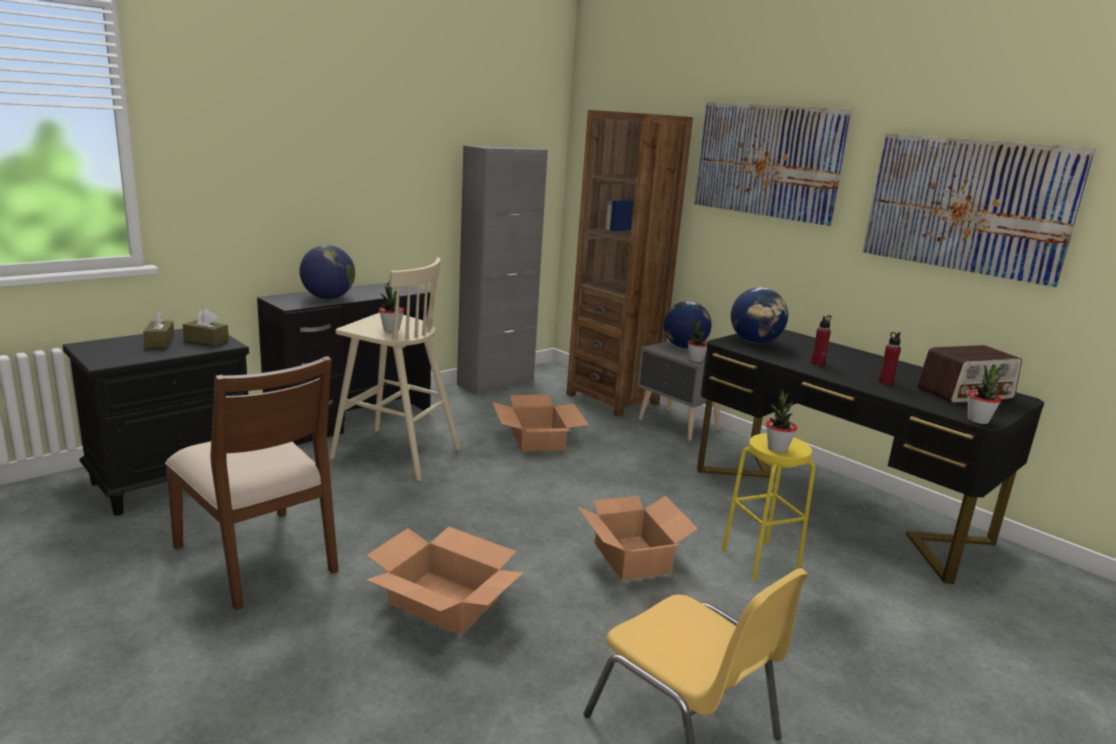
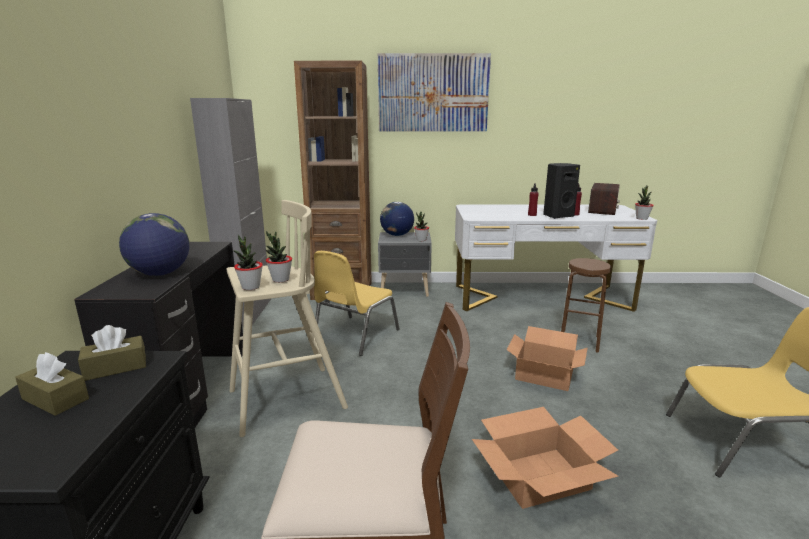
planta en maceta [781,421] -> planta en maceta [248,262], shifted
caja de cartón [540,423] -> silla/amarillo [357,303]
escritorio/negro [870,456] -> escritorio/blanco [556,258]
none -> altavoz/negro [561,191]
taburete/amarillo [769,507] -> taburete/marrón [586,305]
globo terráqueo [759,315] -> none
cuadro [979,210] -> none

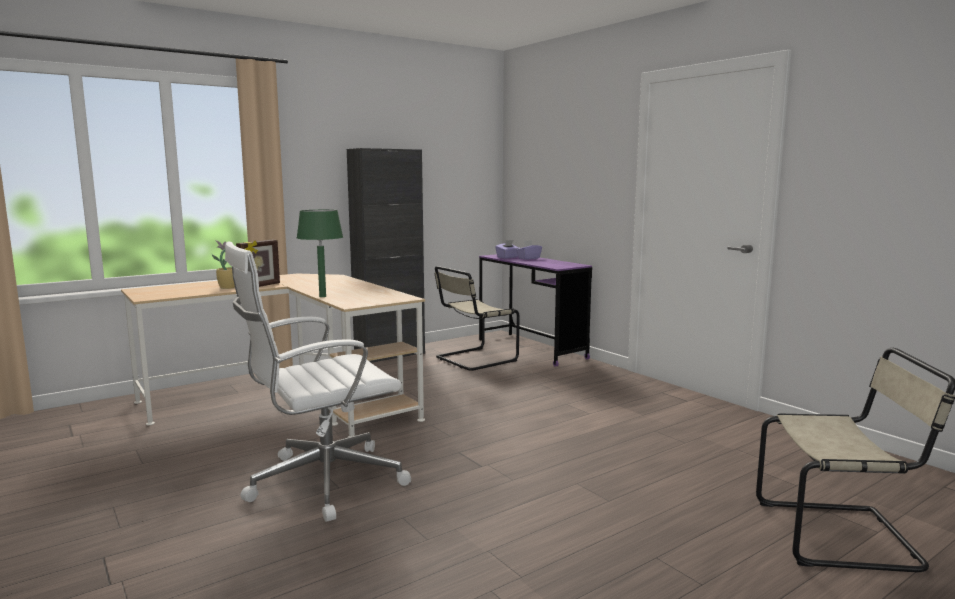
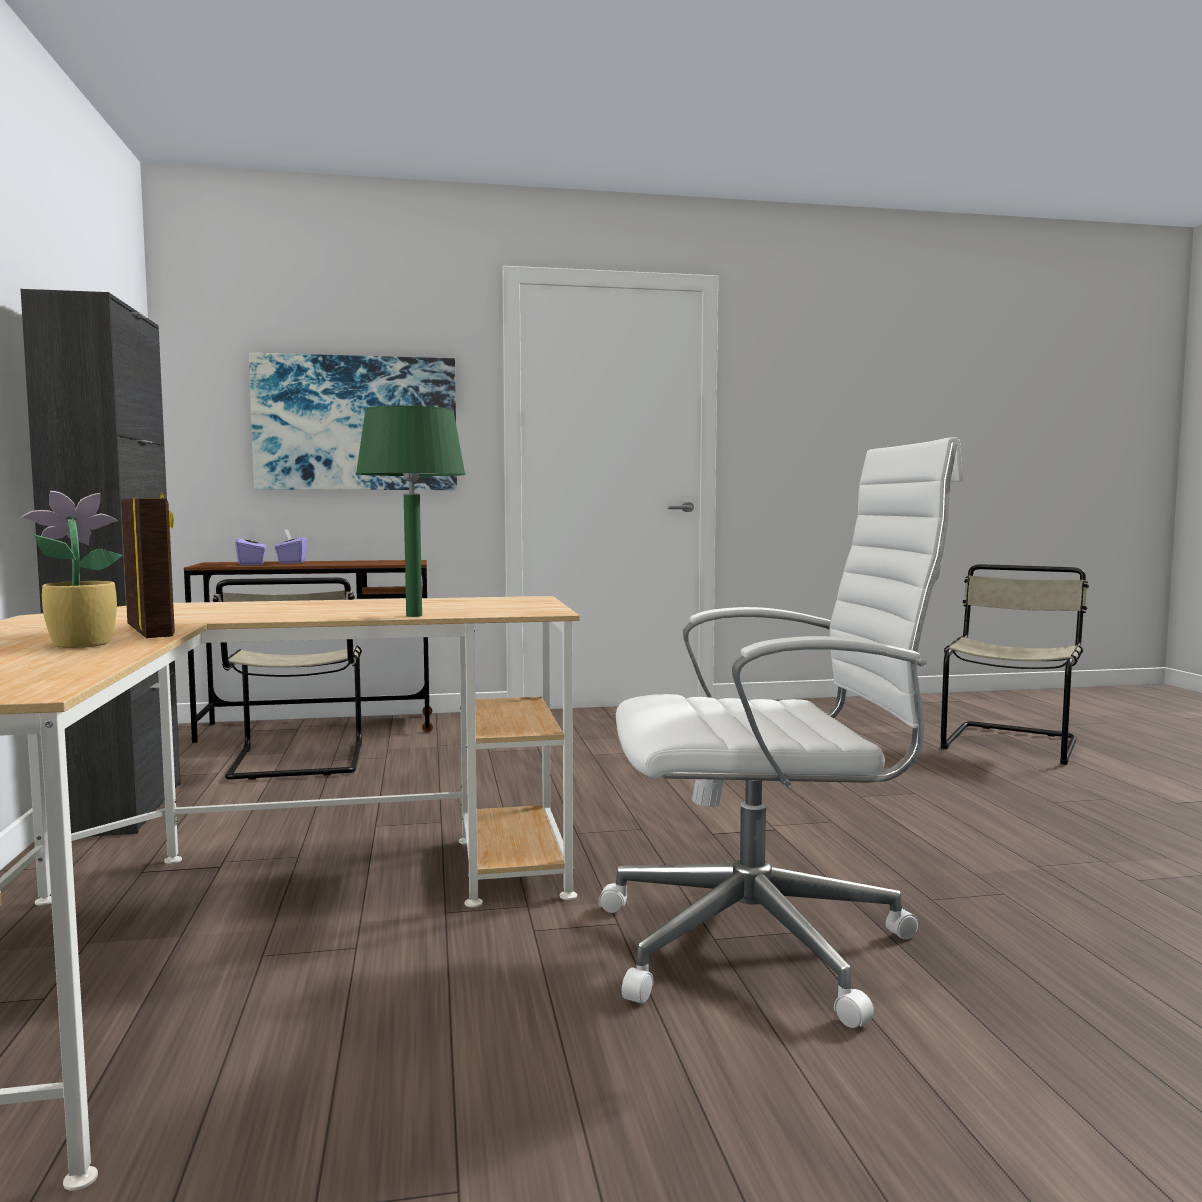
escritorio/morado [535,310] -> escritorio/marrón [308,651]
none -> cuadro [353,421]
silla de oficina/blanco [318,382] -> silla de oficina/blanco [781,732], 90 degrees counterclockwise

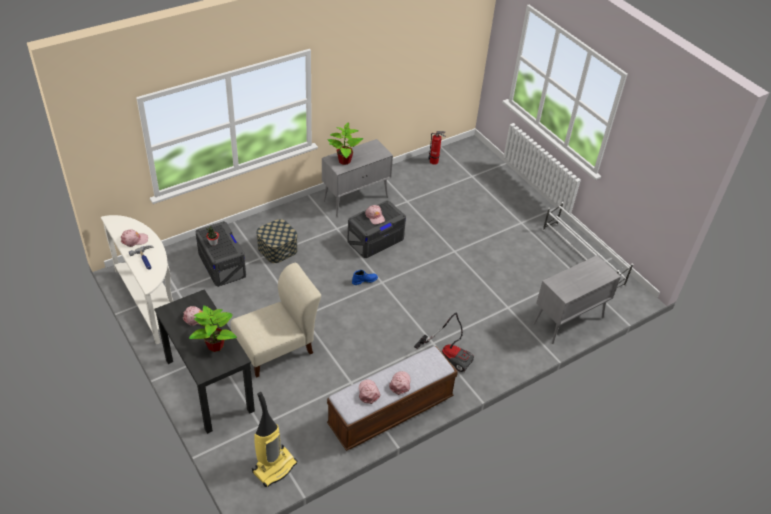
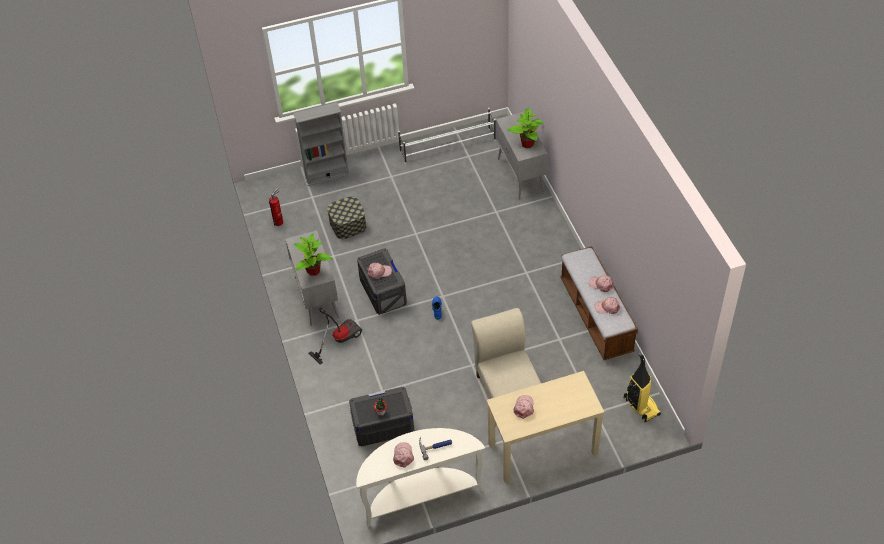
none -> estantería/gris [321,144]
aspiradora [444,342] -> aspiradora [335,336], shifted
caja de almacenaje [277,241] -> caja de almacenaje [346,217], shifted
escritorio/negro [204,361] -> escritorio/beis [545,427]
planta en maceta [213,328] -> planta en maceta [525,128], shifted

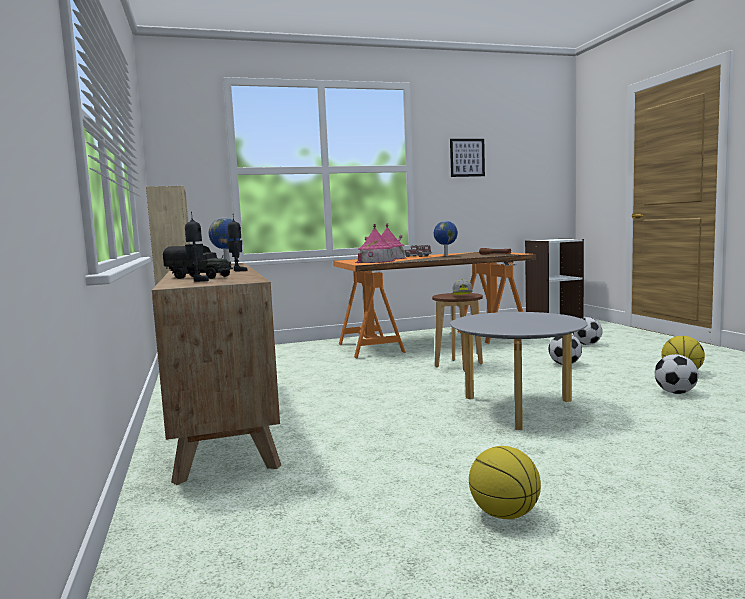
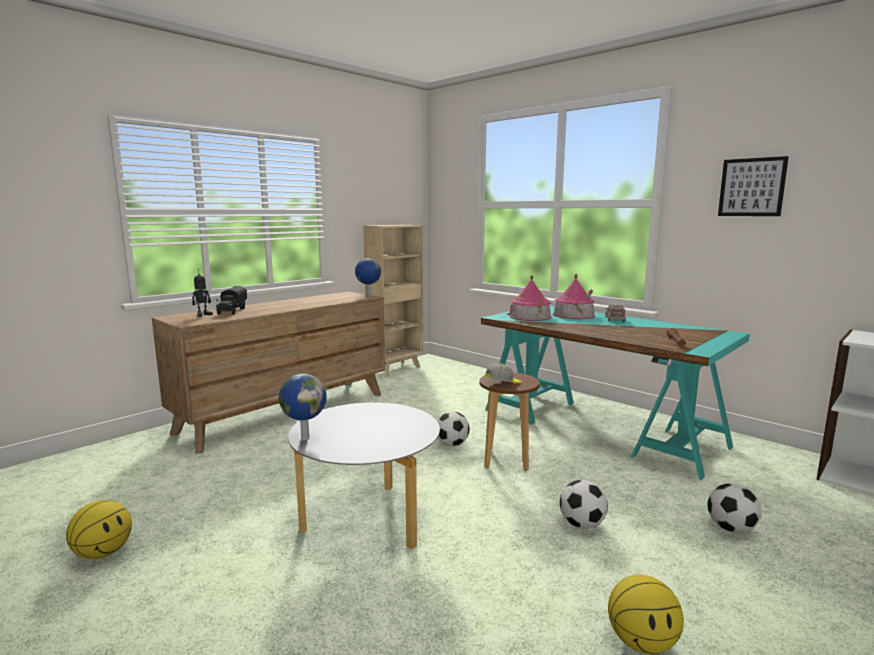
globo terráqueo [446,238] -> globo terráqueo [303,407], shifted
balón de fútbol [676,374] -> balón de fútbol [453,428], shifted
escritorio/naranja [434,305] -> escritorio/turquesa [615,393]
robot de juguete [237,244] -> none

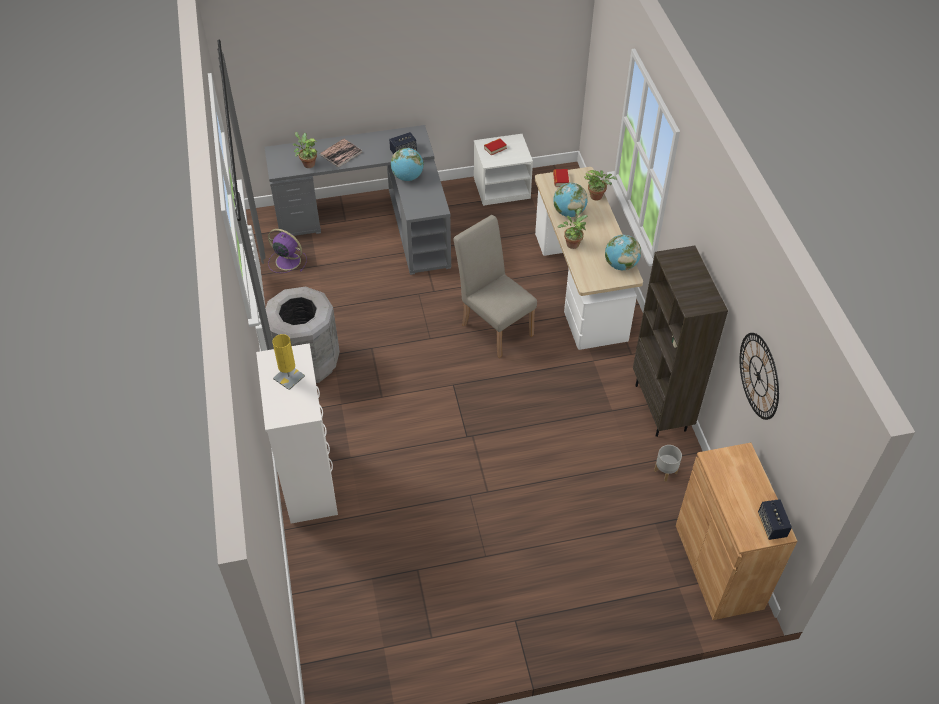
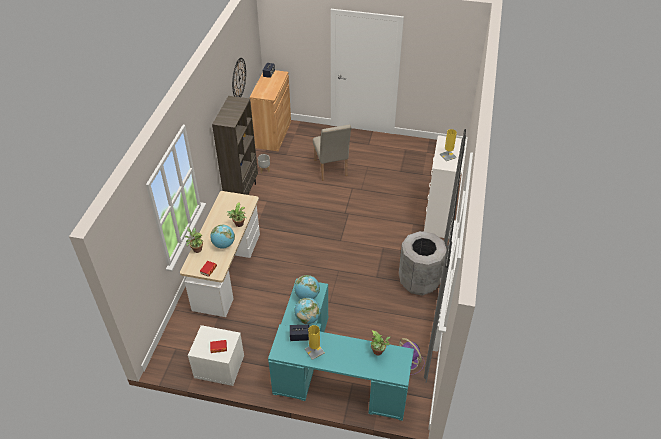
escritorio/gris [357,200] -> escritorio/turquesa [341,349]
globo terráqueo [623,252] -> globo terráqueo [307,287], shifted
none -> lámpara de mesa/amarillo [315,342]
silla/beis [495,286] -> silla/beis [332,152], shifted
libro [341,153] -> none

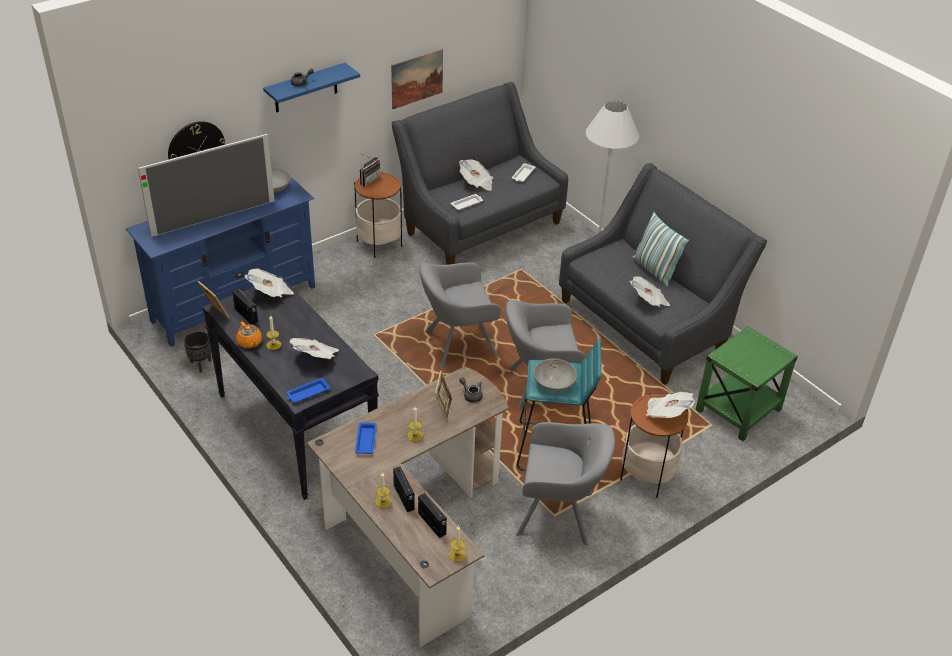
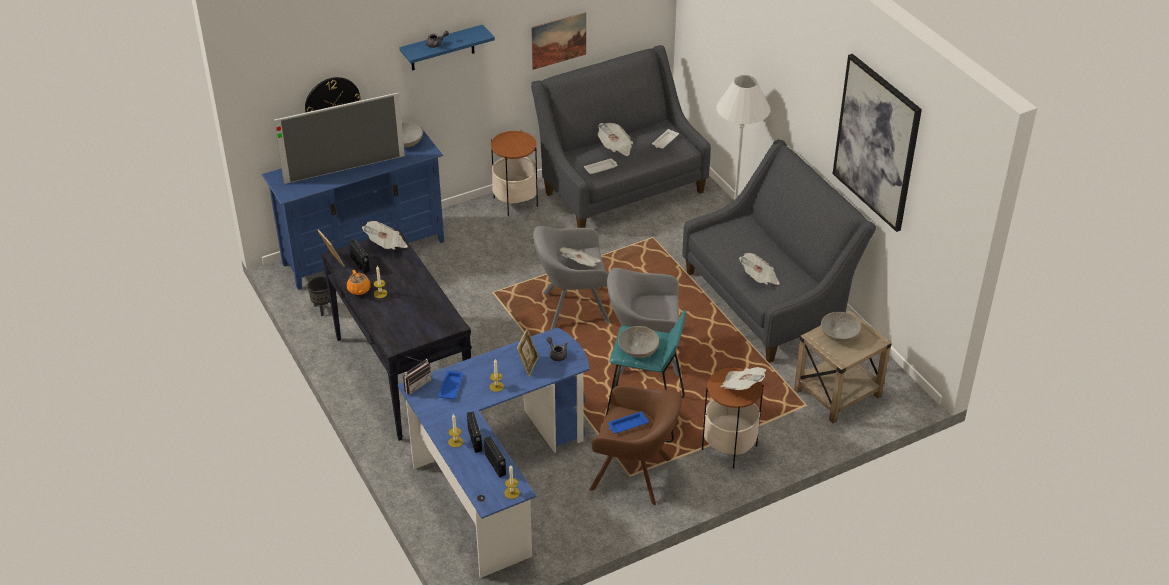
escritorio/marrón [408,507] -> escritorio/azul [493,453]
radio [370,170] -> radio [417,375], shifted
periódico [314,348] -> periódico [580,257], shifted
sillón/gris [565,483] -> sillón/marrón [636,445]
bandeja/azul [308,390] -> bandeja/azul [628,422], shifted
mesa auxiliar/verde [747,383] -> mesa auxiliar/beis [843,366]
none -> cuenco/gris [841,327]
none -> cuadro [877,143]
cojín [660,249] -> none

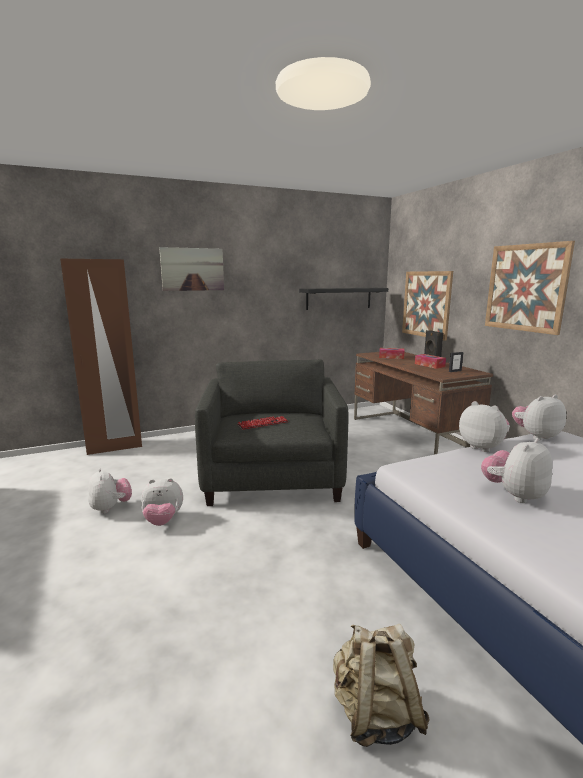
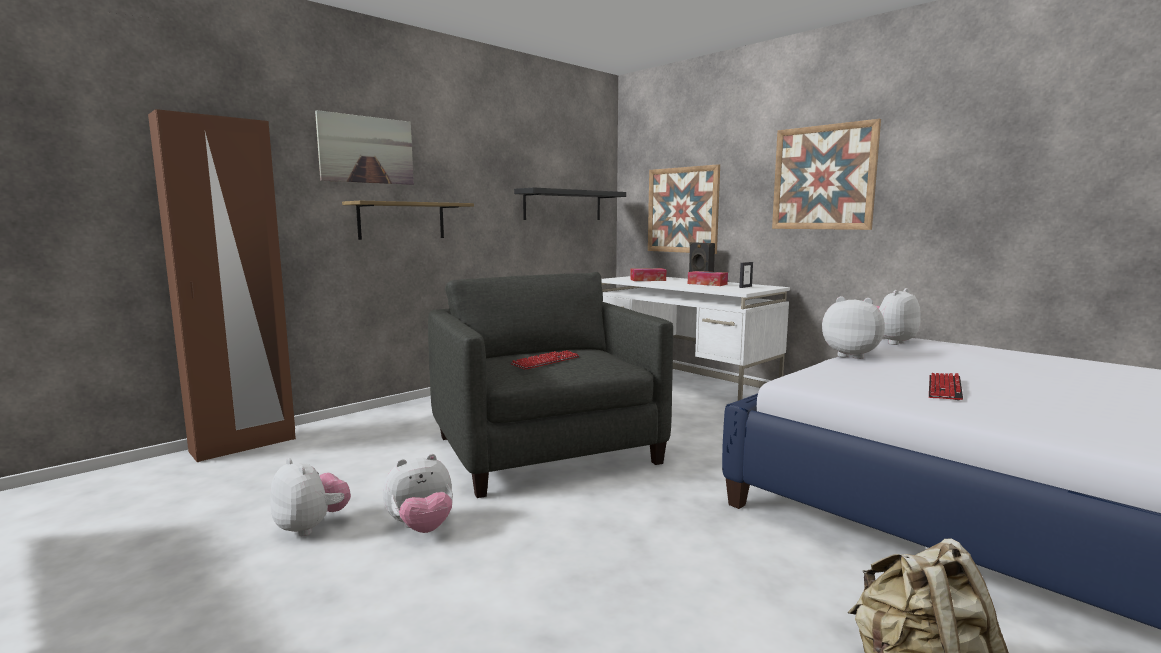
none -> estante [408,220]
escritorio/marrón [423,403] -> escritorio/blanco [695,338]
peluche [516,470] -> teclado [946,387]

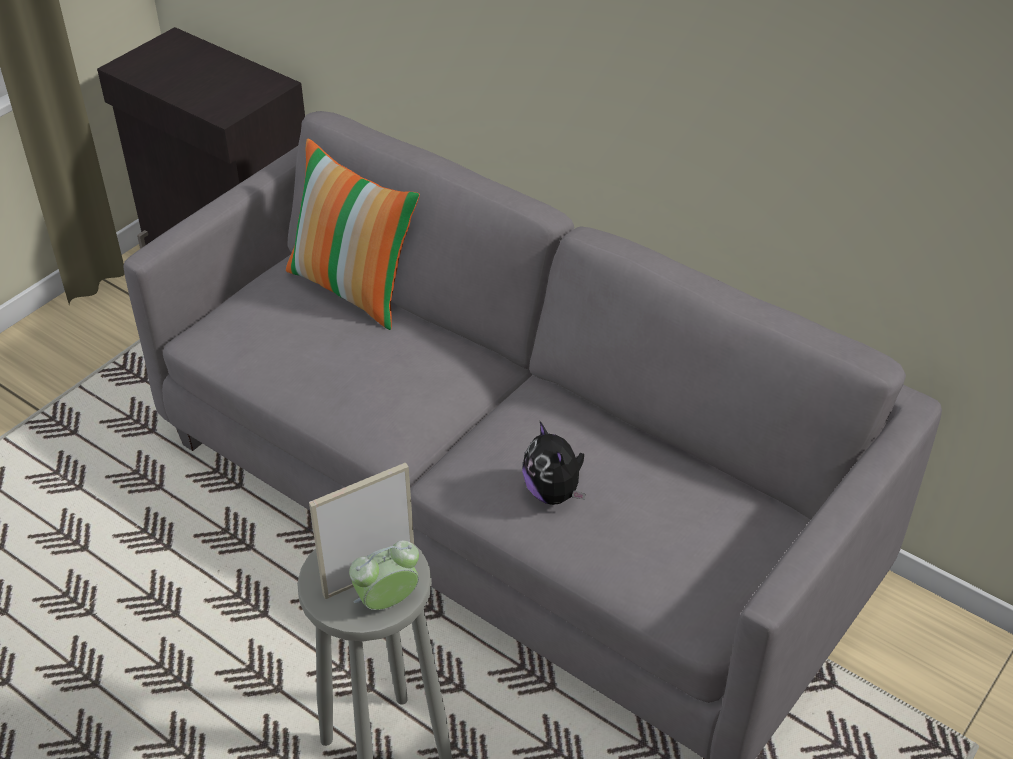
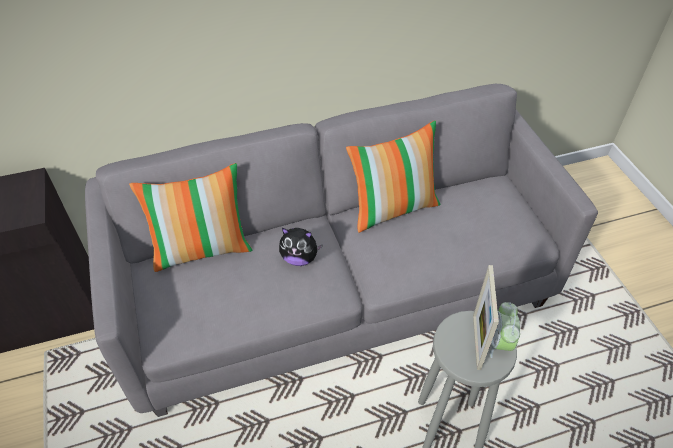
peluche [553,463] -> peluche [301,247], shifted
none -> cojín [393,177]

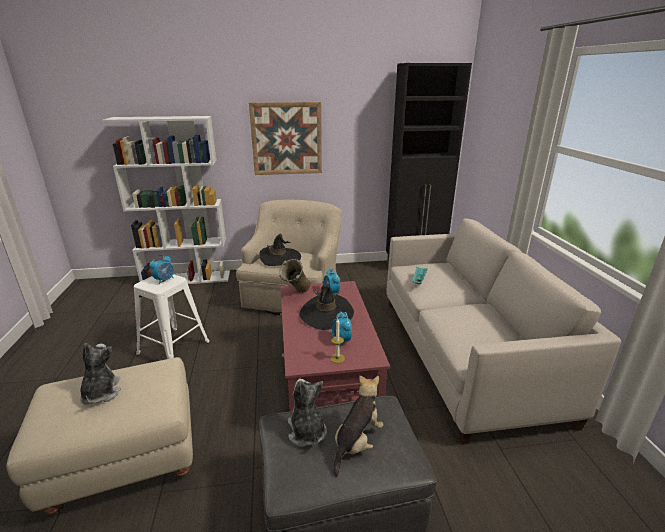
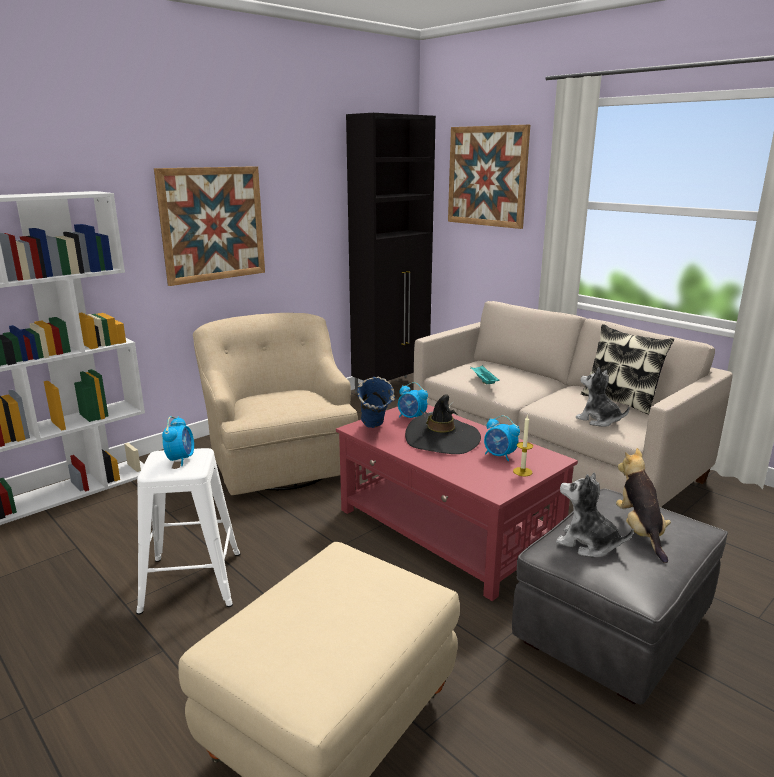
florero/beis [294,276] -> florero/azul [376,402]
none -> cuadro [489,177]
peluche [100,374] -> peluche [603,397], shifted
none -> cojín [627,369]
sombrero/negro [280,250] -> none

